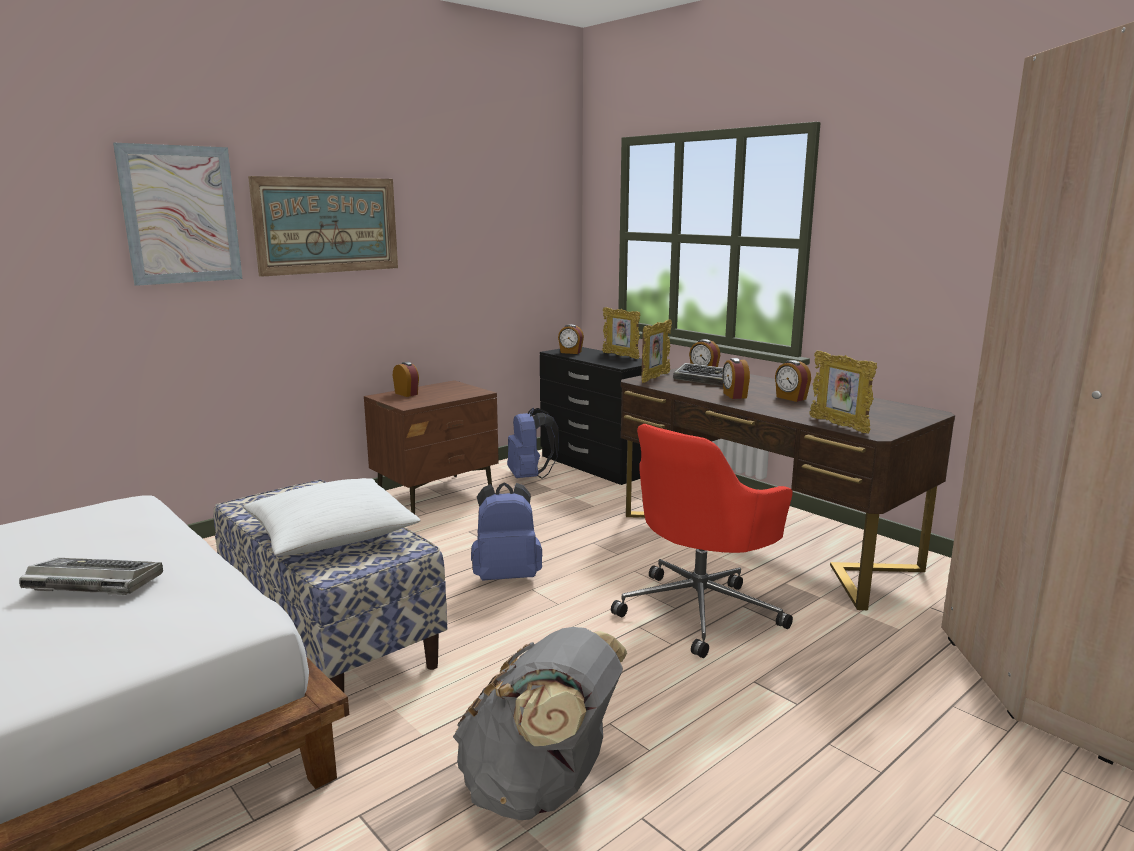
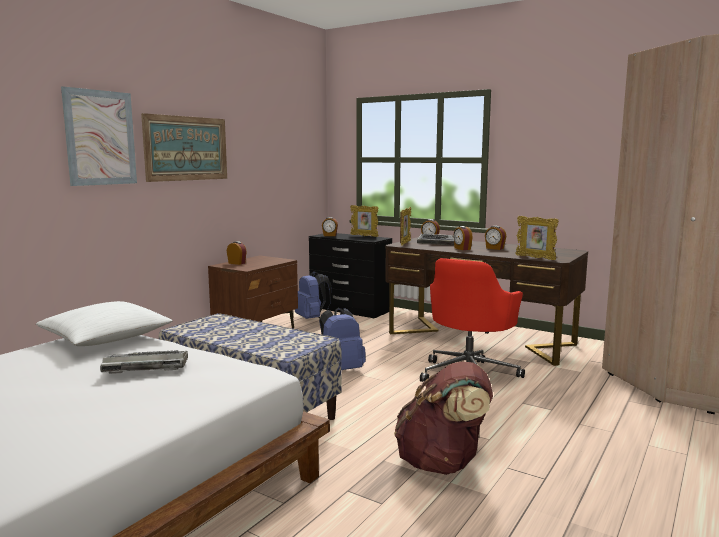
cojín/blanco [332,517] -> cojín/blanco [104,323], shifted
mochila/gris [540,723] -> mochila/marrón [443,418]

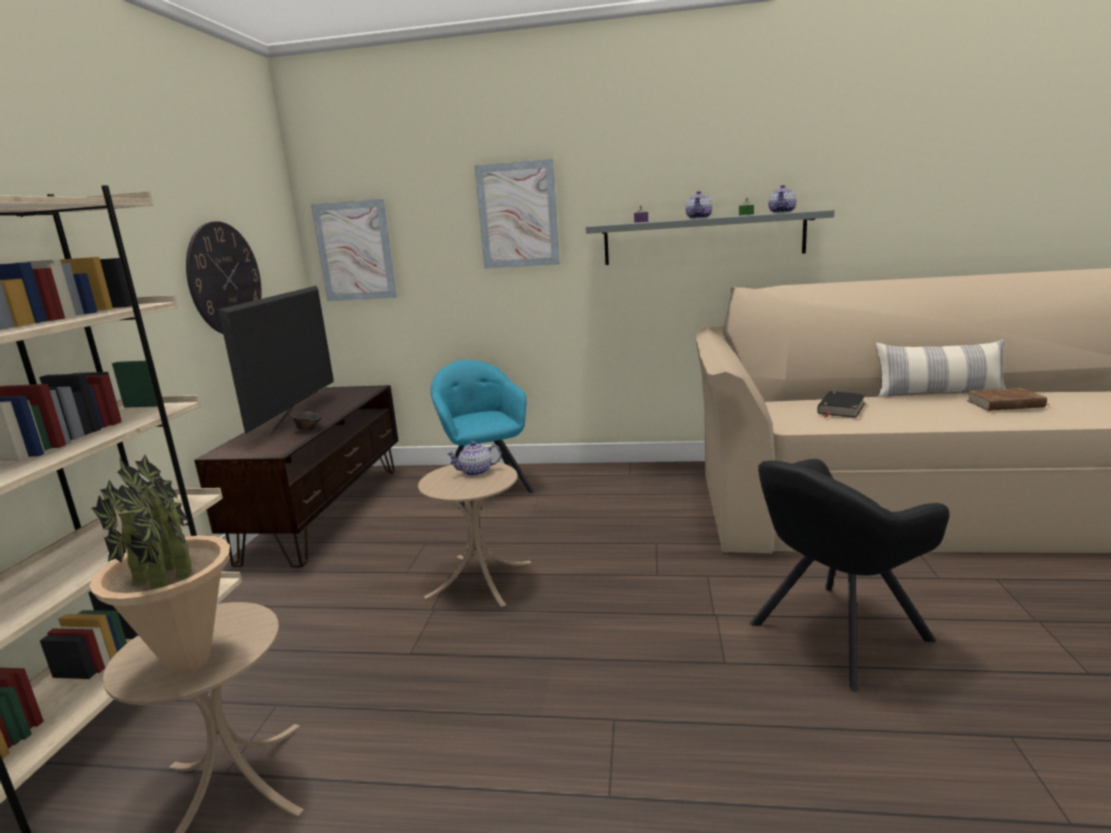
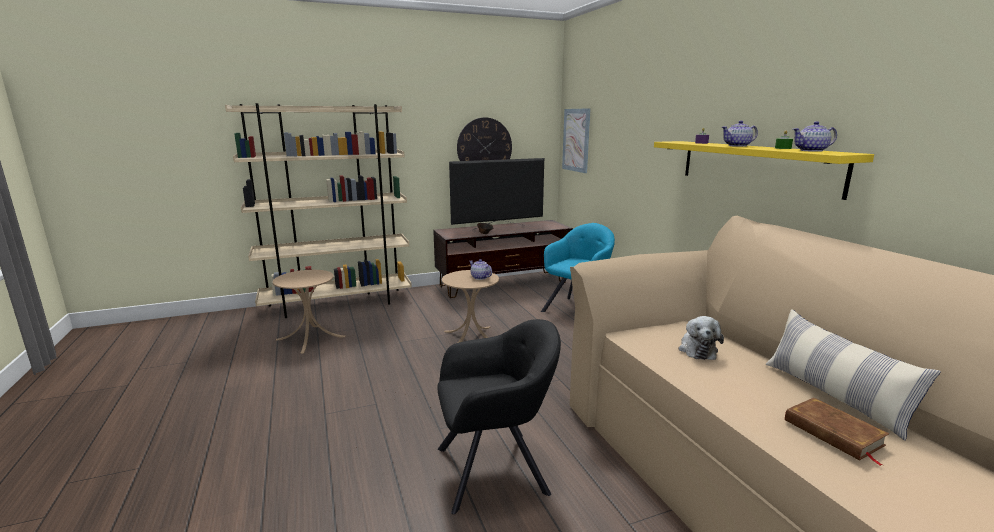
sillón/negro [849,575] -> sillón/negro [499,416], 135 degrees clockwise
estante/gris [710,237] -> estante/amarillo [764,170]
libro/negro [841,404] -> peluche [701,338]
planta en maceta [160,565] -> none
cuadro [517,214] -> none

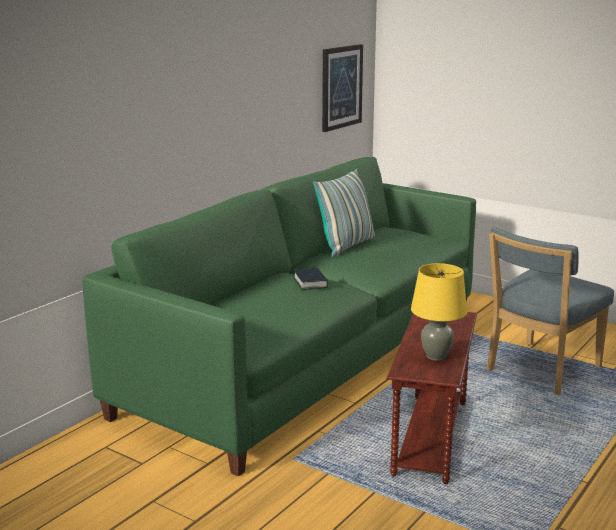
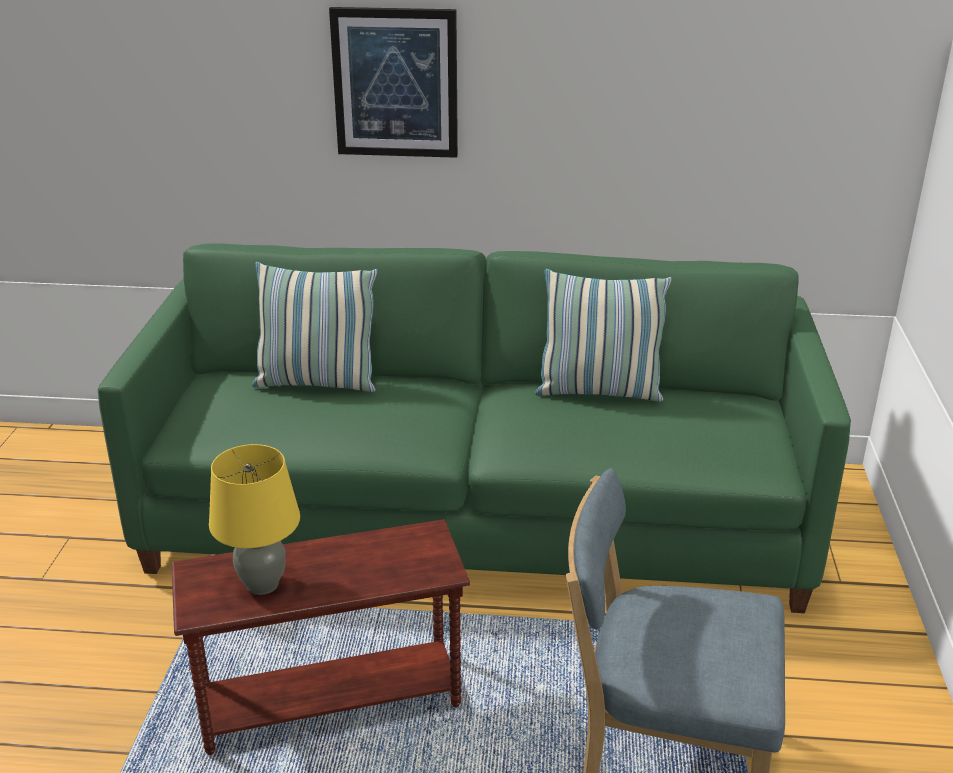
none -> cojín [315,327]
cuadro [342,88] -> cuadro [393,82], shifted
libro [311,279] -> none

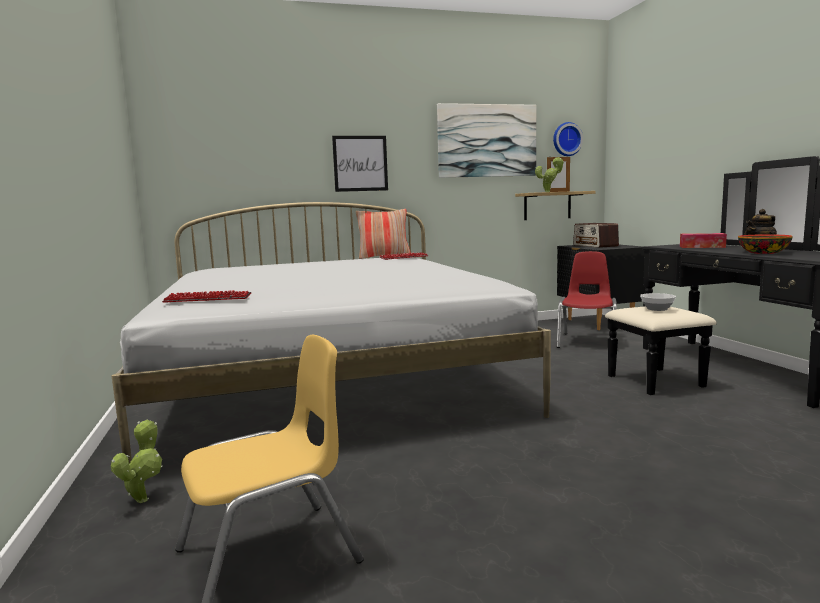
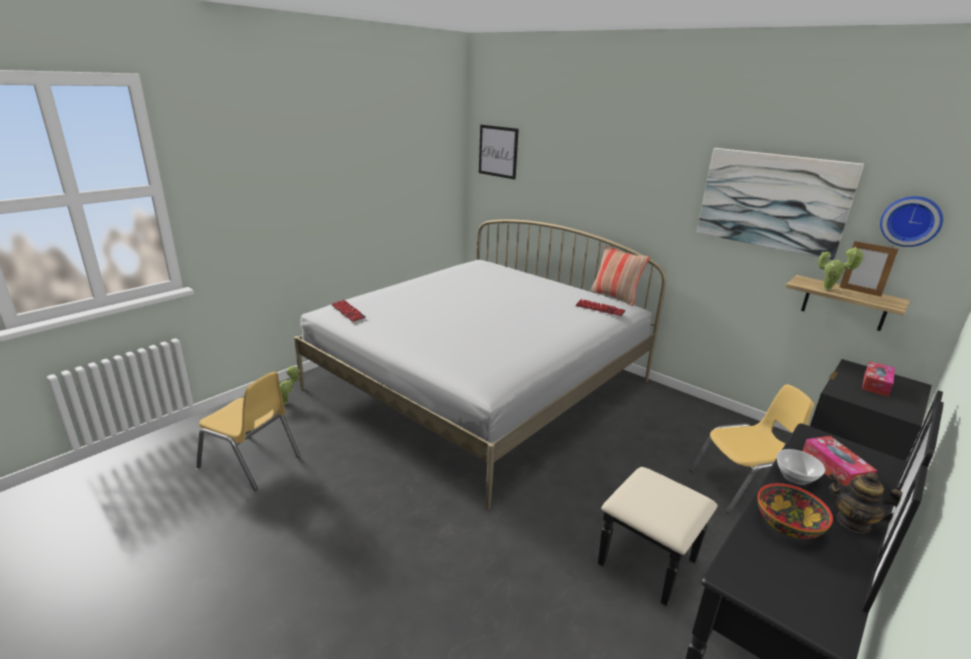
cuadro [360,164] -> cuadro [499,152], shifted
silla/rojo [587,299] -> silla/amarillo [751,449]
cuenco [658,302] -> cuenco [801,467], shifted
radio [596,235] -> caja de pañuelos [878,379]

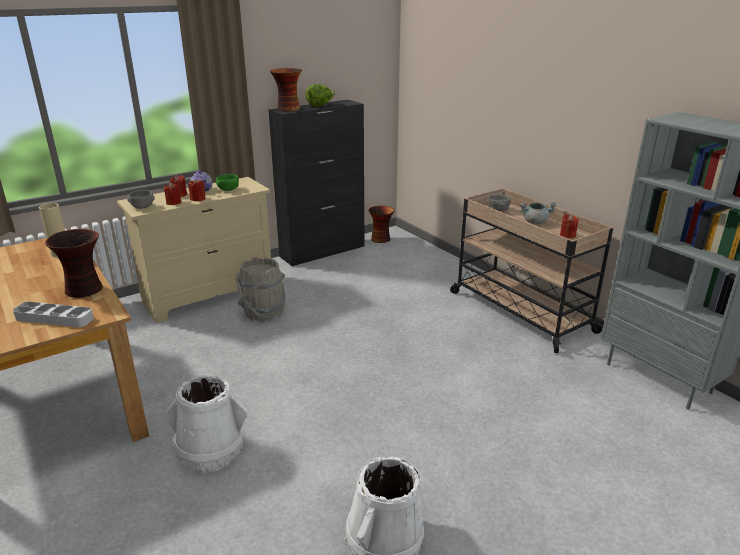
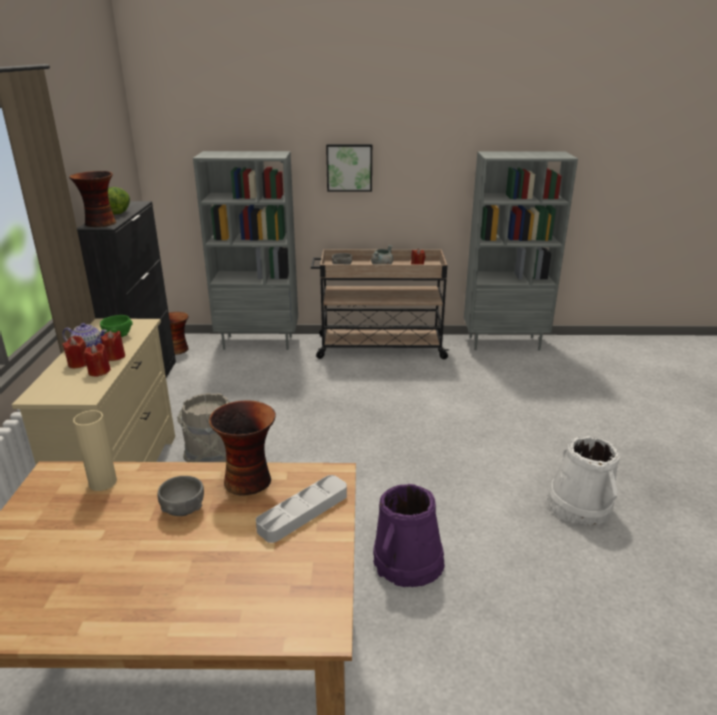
cuenco/gris [141,199] -> cuenco/gris [181,496], shifted
none -> estantería/gris [245,250]
none -> cuadro [349,168]
cubo/blanco [206,424] -> cubo/morado [409,535]

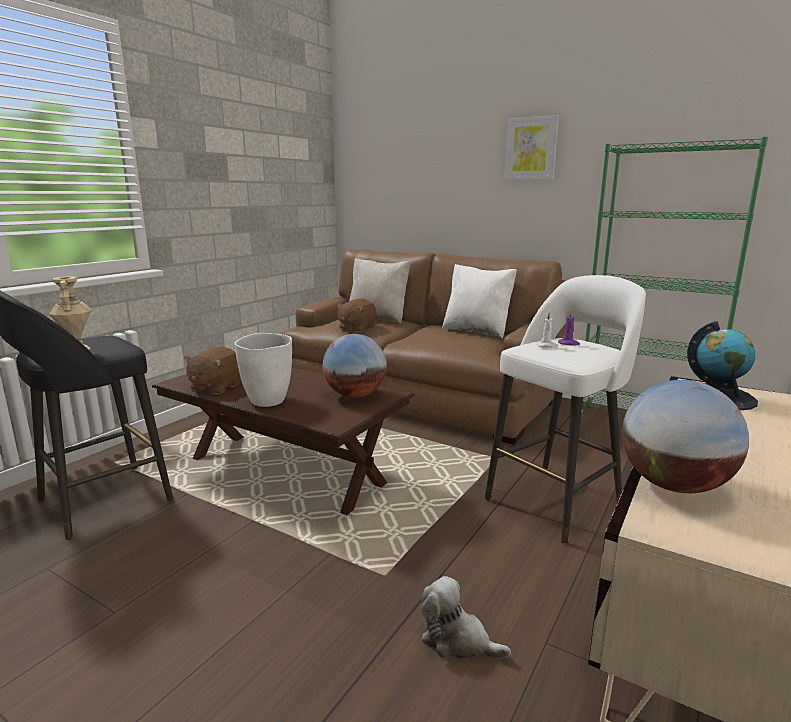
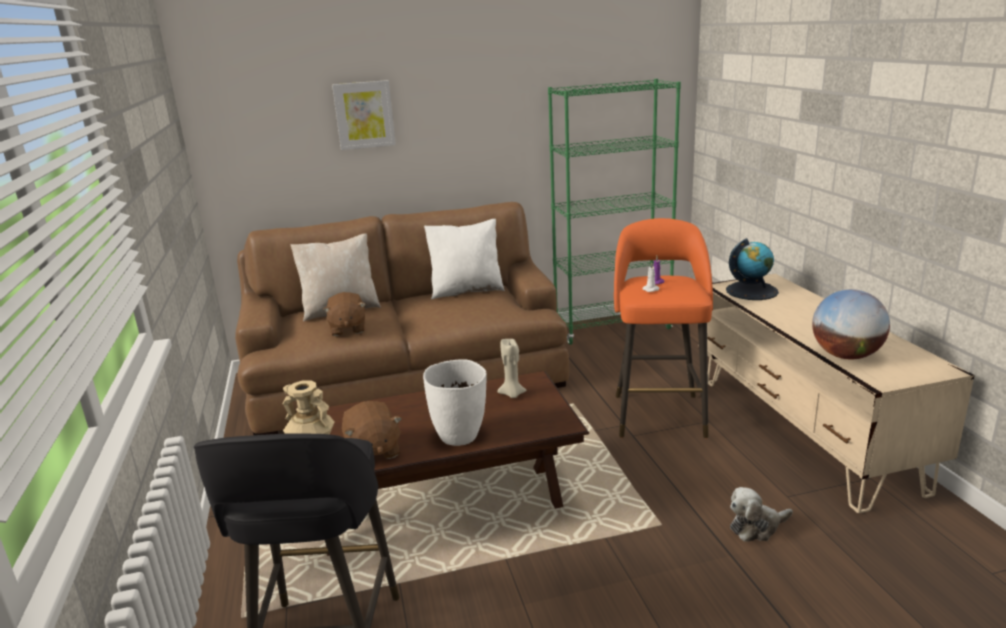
cuadro [531,147] -> cuadro [364,115], shifted
globo terráqueo [355,366] -> vela/beis [512,368]
taburete/blanco [565,409] -> taburete/naranja [663,328]

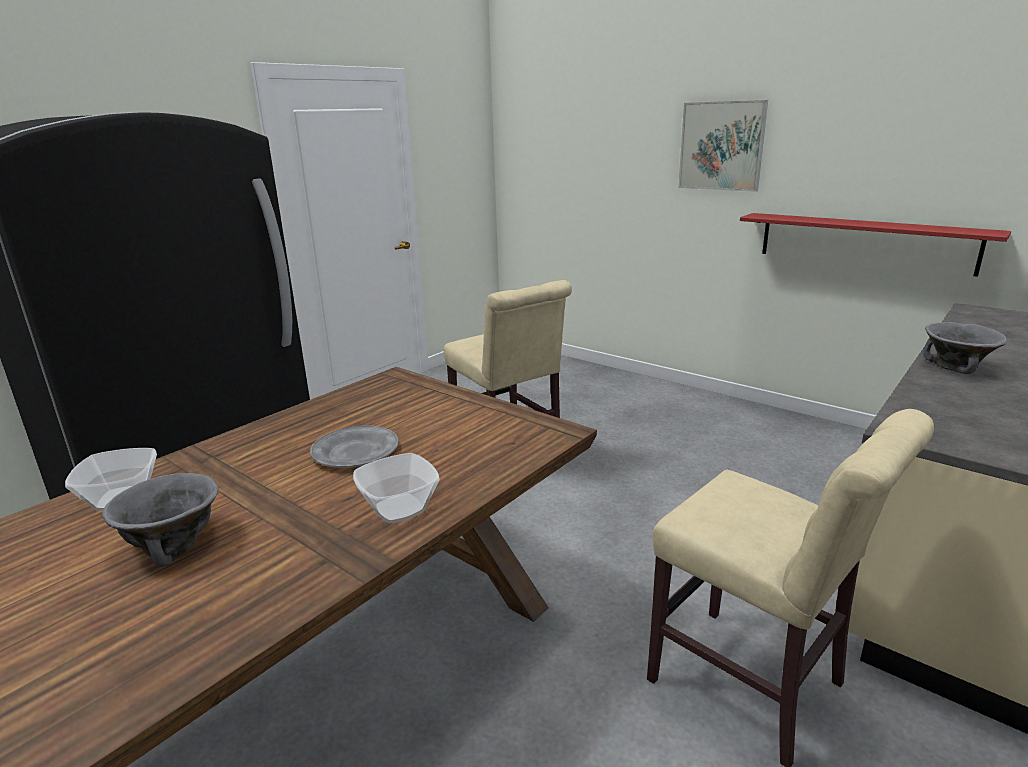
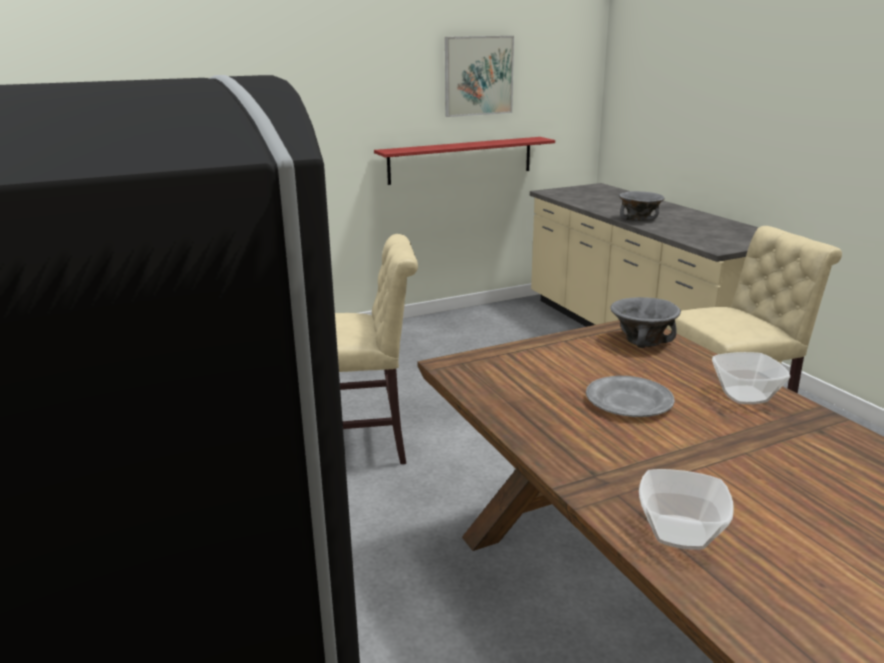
cuadro [723,146] -> cuadro [479,76], shifted
cuenco/gris [160,520] -> cuenco/gris [645,322], shifted

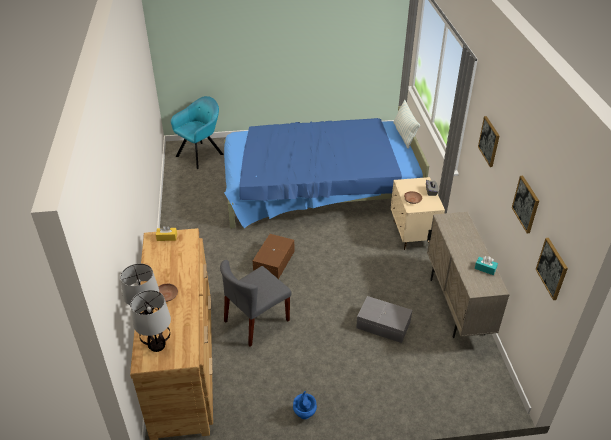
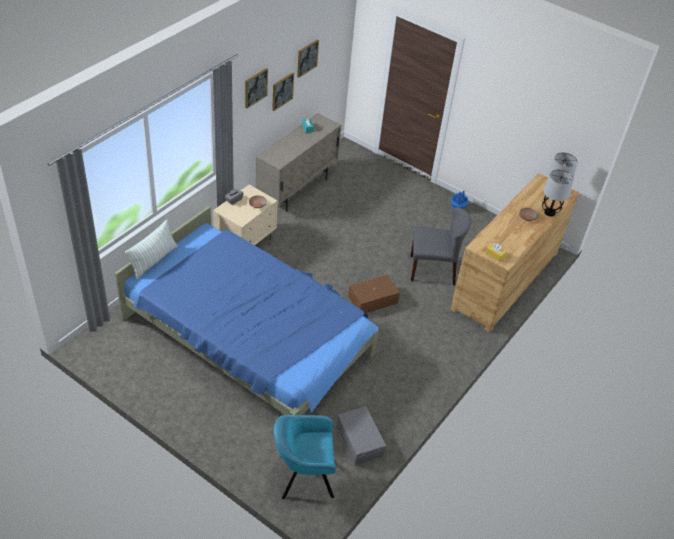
cuadro [552,269] -> cuadro [283,91], shifted
caja de almacenaje/gris [384,319] -> caja de almacenaje/gris [361,435], shifted

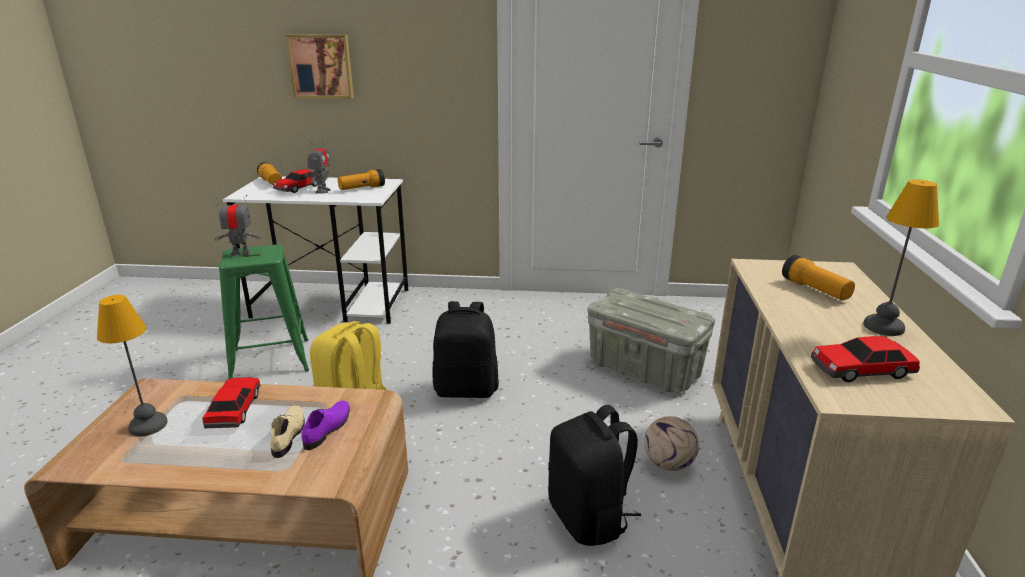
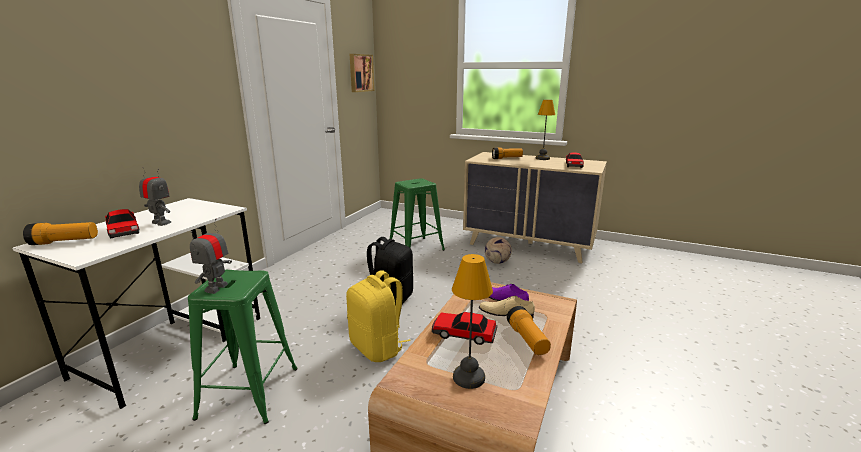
cuadro [319,66] -> cuadro [362,73], shifted
caja de almacenaje/gris [651,340] -> taburete/verde [417,214]
linterna [361,179] -> linterna [529,330], shifted
mochila/negro [594,475] -> none

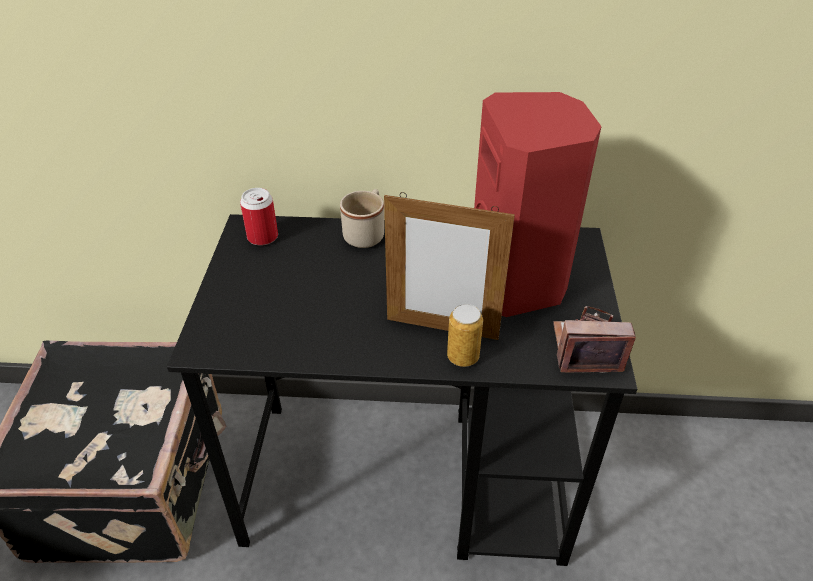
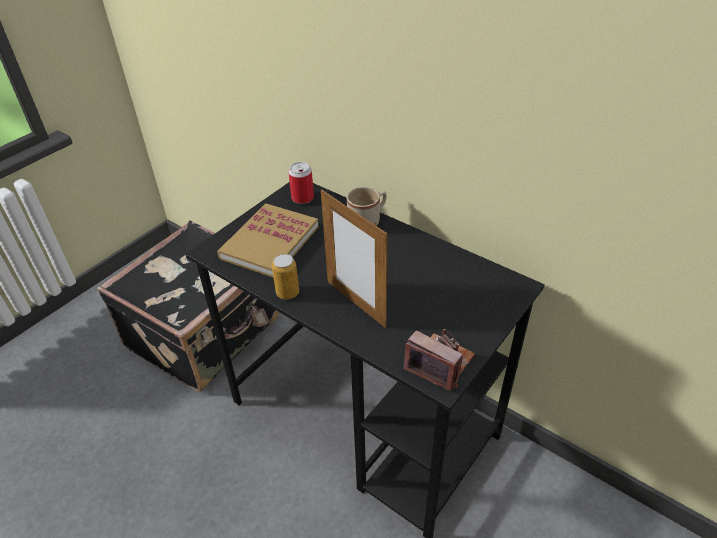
none -> libro [267,240]
lata [465,335] -> lata [285,276], shifted
altavoz/rojo [538,204] -> none

